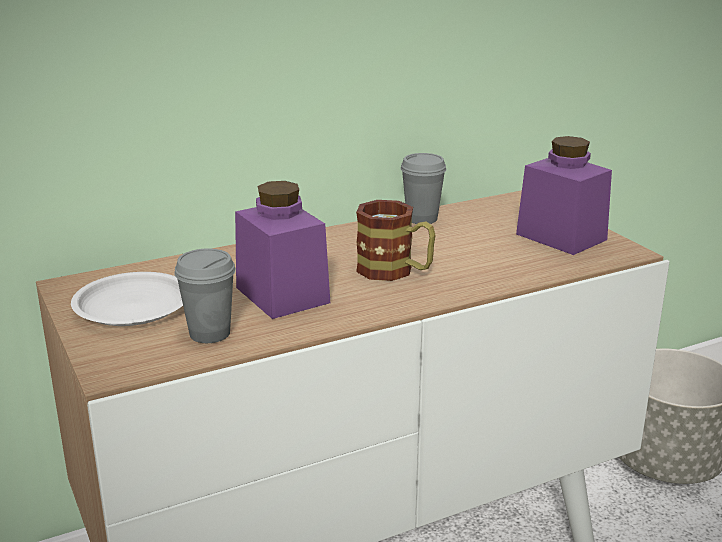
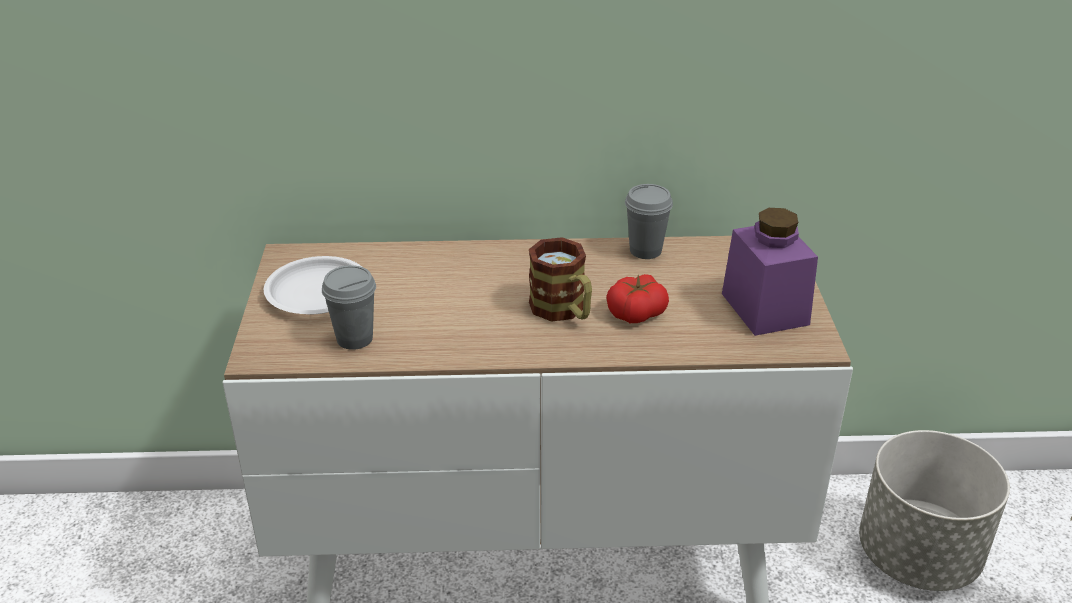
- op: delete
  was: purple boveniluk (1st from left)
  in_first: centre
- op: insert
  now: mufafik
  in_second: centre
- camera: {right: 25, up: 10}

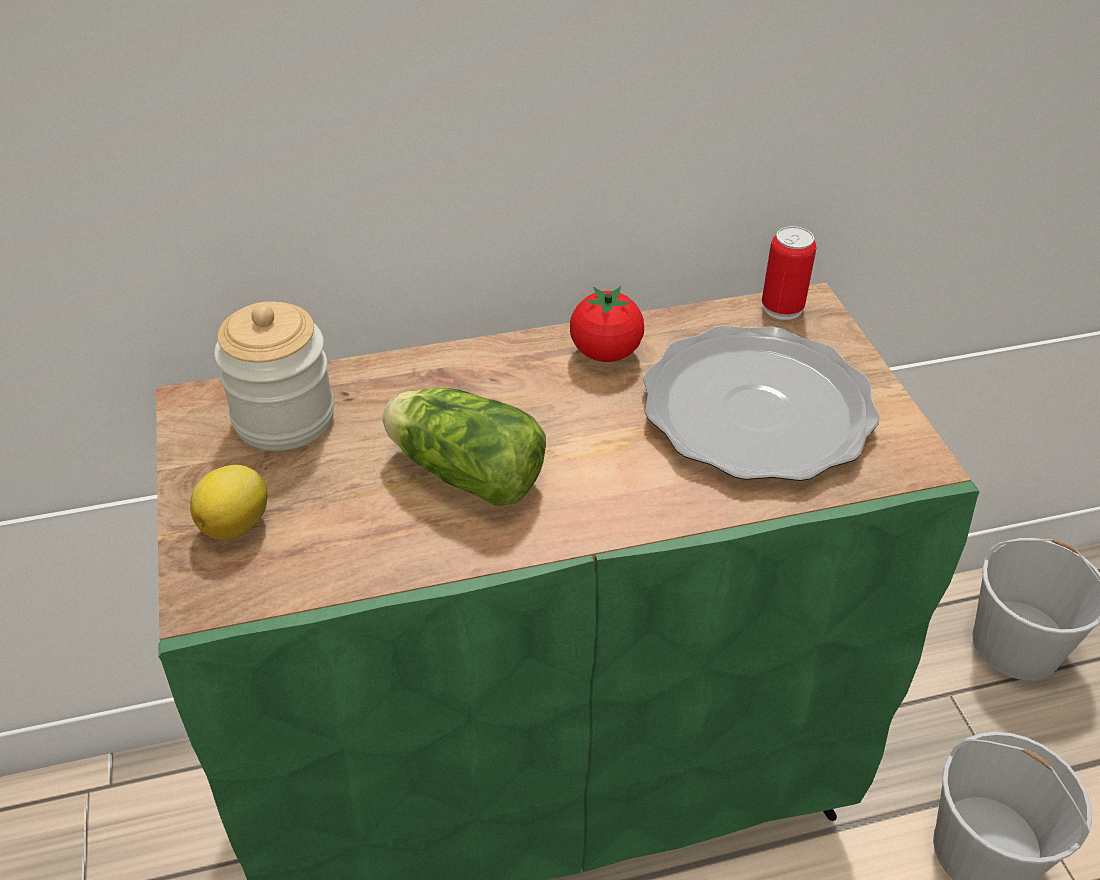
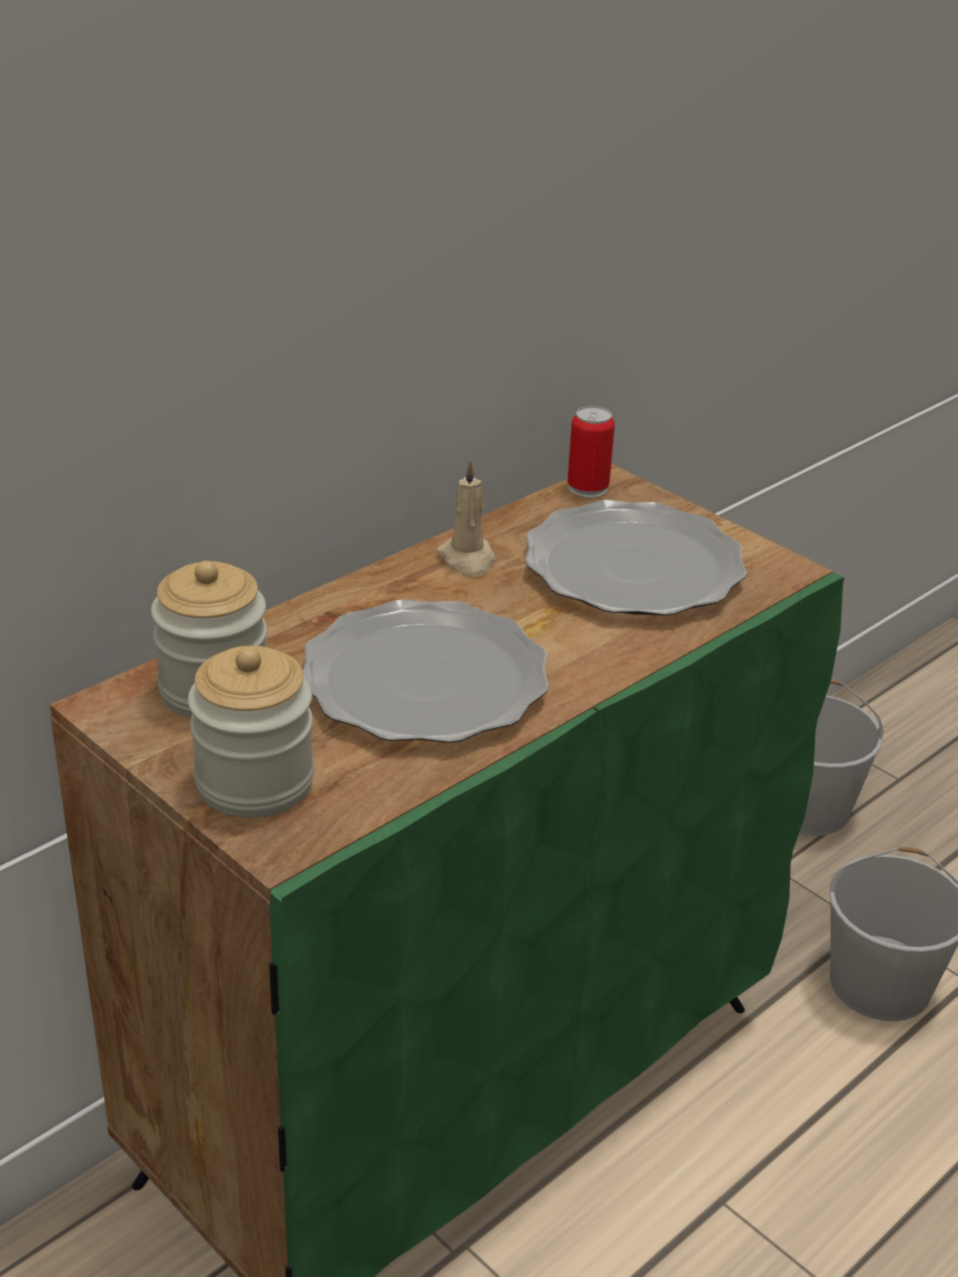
- op: replace
  was: mufafik
  now: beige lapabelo
  in_first: centre
  in_second: centre
- op: replace
  was: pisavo
  now: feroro (1st from left)
  in_first: centre
  in_second: centre
- op: replace
  was: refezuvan
  now: boveniluk (2nd from left)
  in_first: middle left
  in_second: middle left
- camera: {right: -30, up: -10}

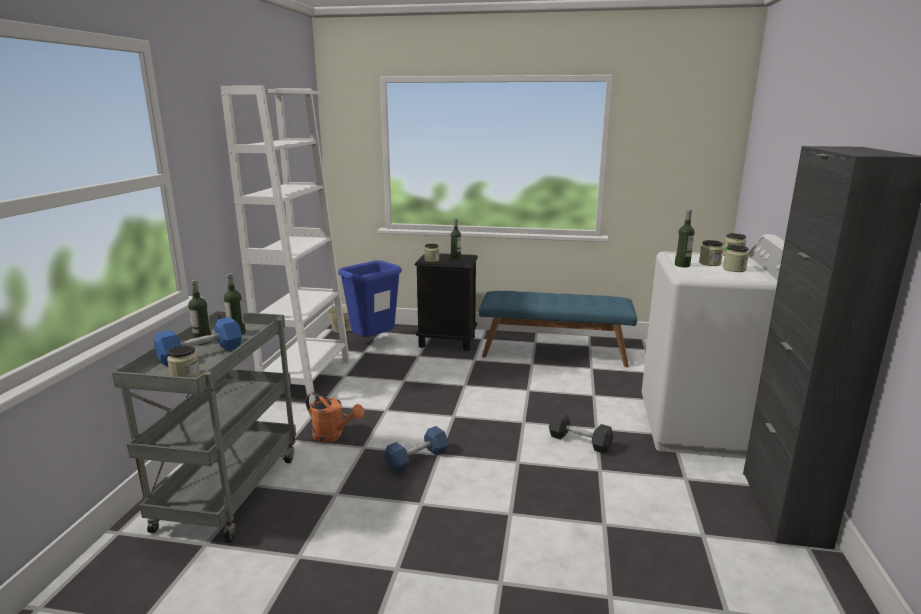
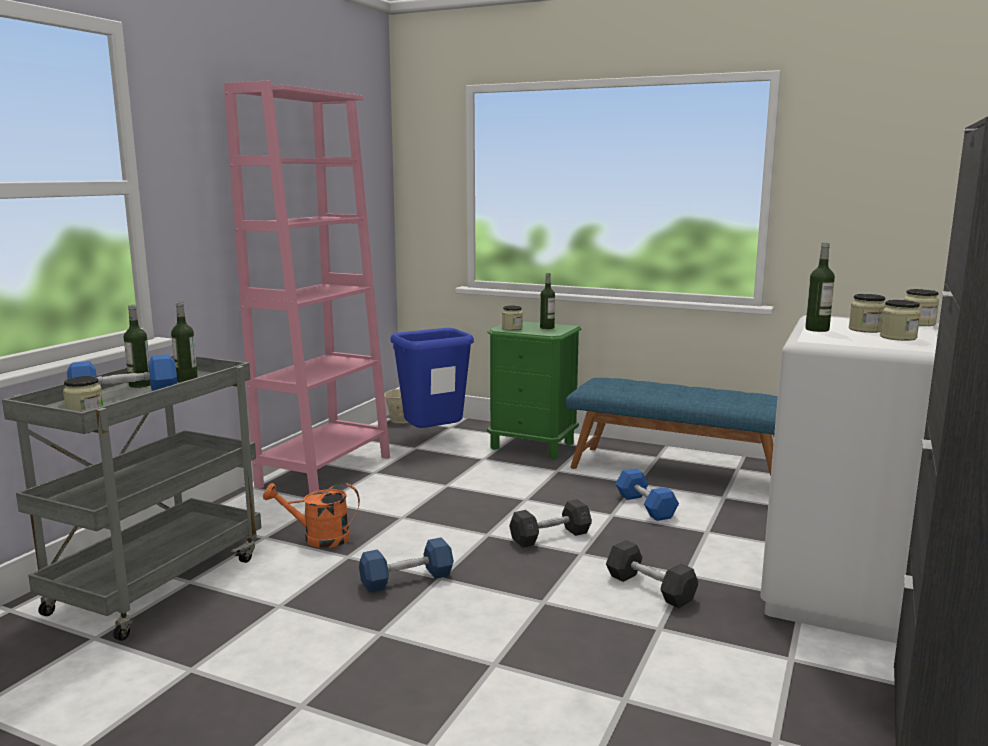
- op: recolor
  was: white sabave
  now: pink sabave
  in_first: middle left
  in_second: middle left
- op: recolor
  was: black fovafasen
  now: green fovafasen
  in_first: centre
  in_second: centre
- op: rotate
  was: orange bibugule
  in_first: bottom centre
  in_second: bottom left
  clockwise: 135
- op: insert
  now: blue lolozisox (3rd from left)
  in_second: centre
- op: insert
  now: grey lolozisox (1st from left)
  in_second: bottom centre
- camera: {right: 15, up: -5}

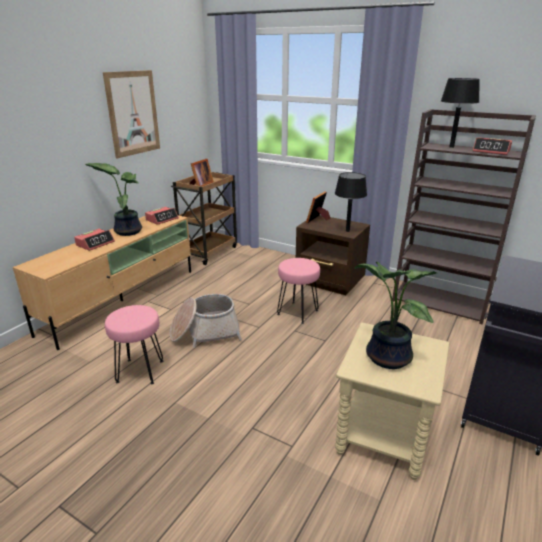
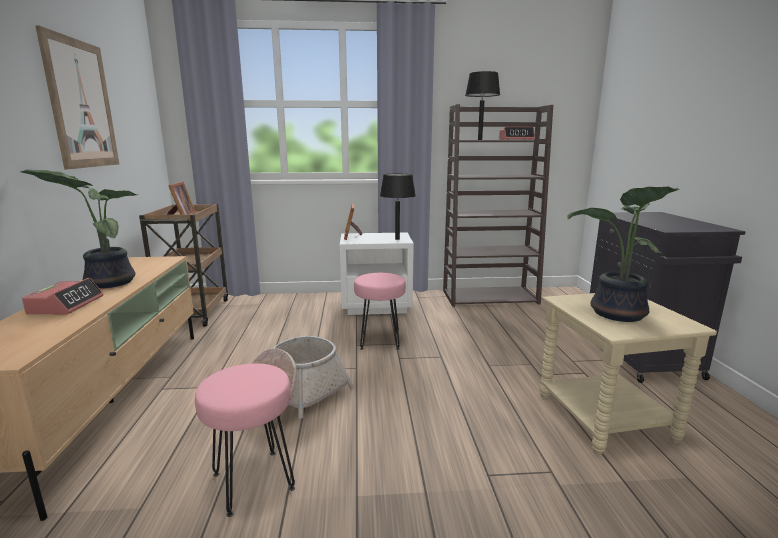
- op: delete
  was: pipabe (2nd from left)
  in_first: middle left
- op: recolor
  was: brown fovafasen
  now: white fovafasen
  in_first: centre
  in_second: centre
- camera: {right: -35, up: -10}

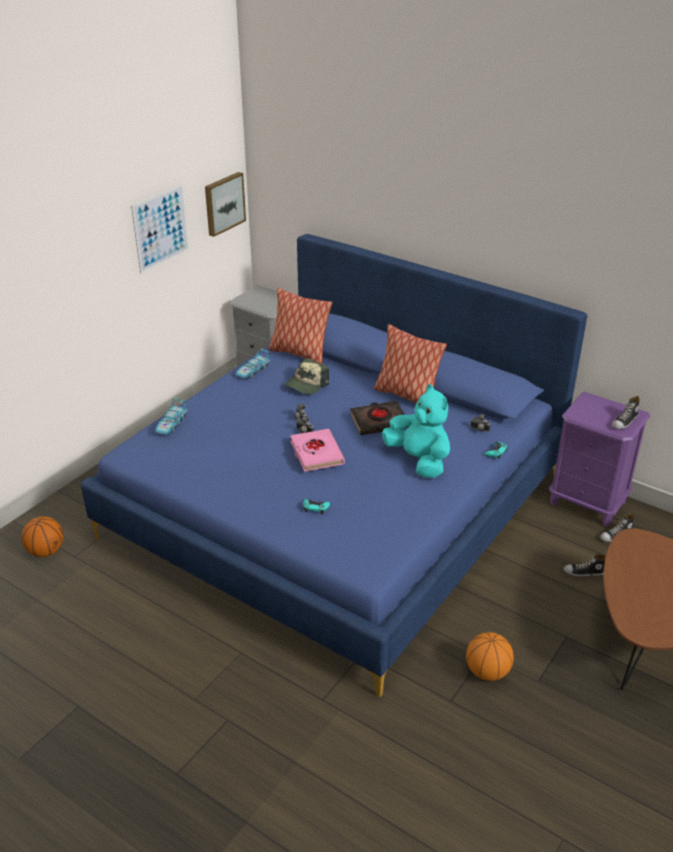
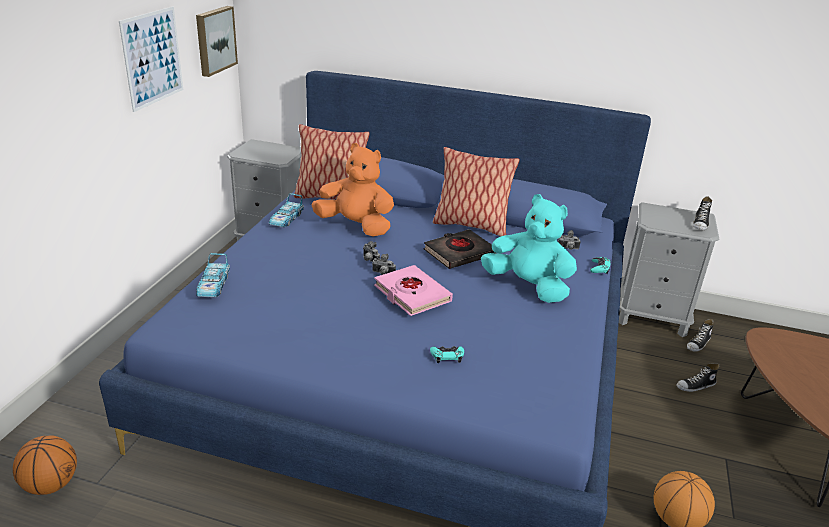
- op: replace
  was: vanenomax
  now: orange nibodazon
  in_first: centre
  in_second: centre
- op: recolor
  was: purple fovafasen
  now: grey fovafasen (2nd from left)
  in_first: middle right
  in_second: middle right
- camera: {right: -20, up: -5}

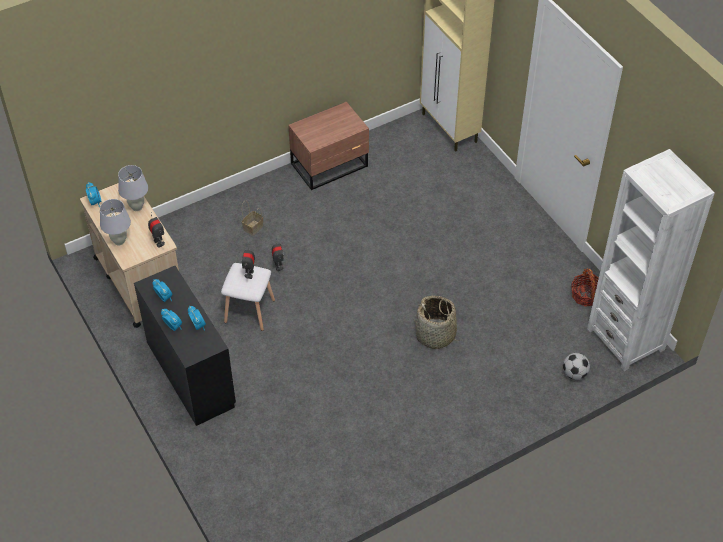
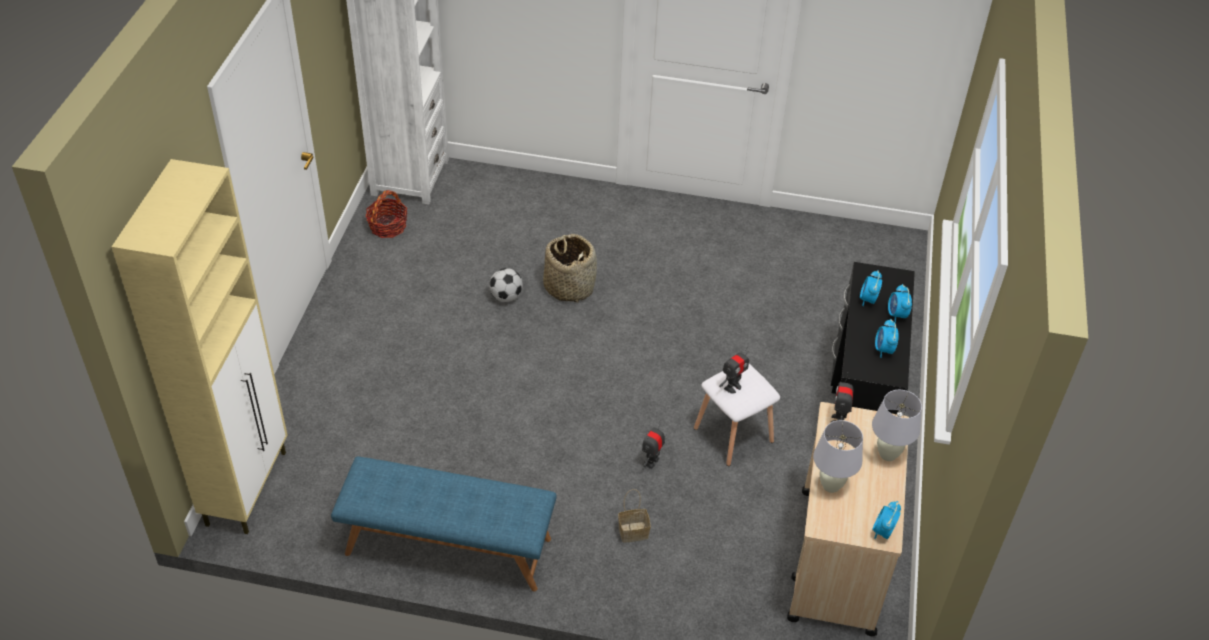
- op: replace
  was: brown fovafasen
  now: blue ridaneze
  in_first: top centre
  in_second: bottom centre
- op: move
  was: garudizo
  in_first: bottom right
  in_second: centre
- camera: {right: -140, up: -5}

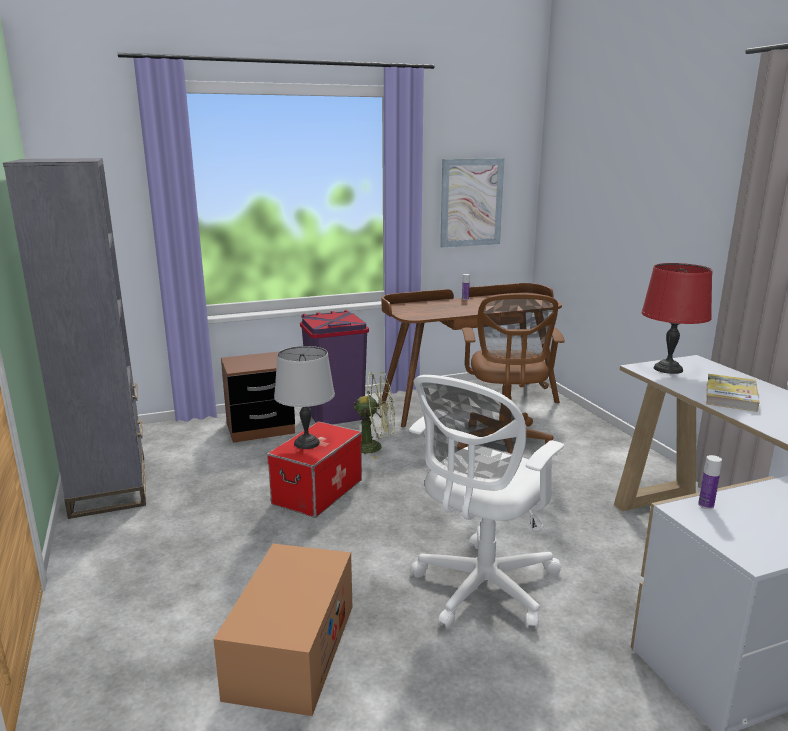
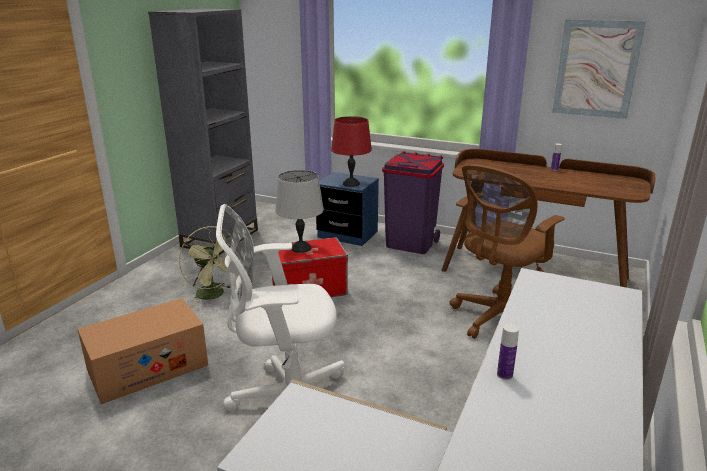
- op: move
  was: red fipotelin
  in_first: middle right
  in_second: top centre
- op: recolor
  was: brown fovafasen
  now: blue fovafasen
  in_first: middle left
  in_second: centre
- op: move
  was: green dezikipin
  in_first: centre
  in_second: middle left
- op: delete
  was: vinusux
  in_first: middle right
- op: move
  was: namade (2nd from left in the first image)
  now: namade (1st from left)
  in_first: middle right
  in_second: bottom right
- camera: {right: 45, up: 5}

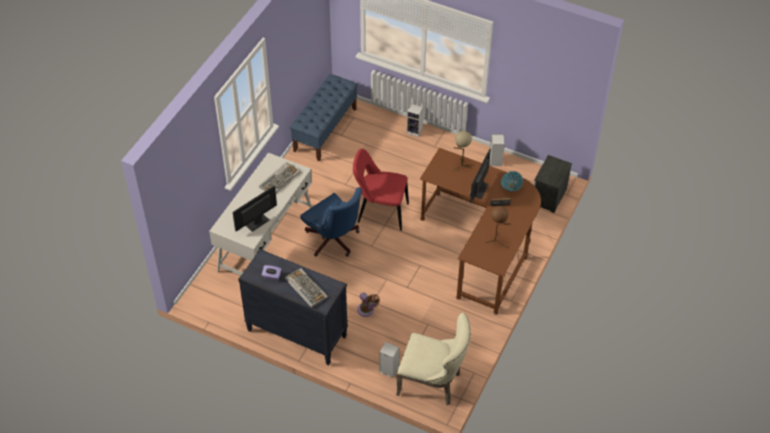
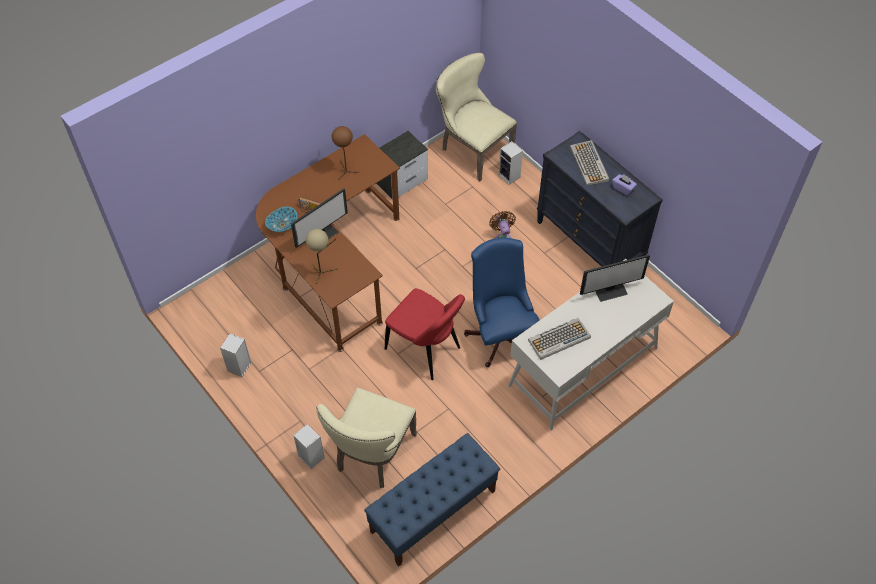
- op: move
  was: fovafasen
  in_first: middle right
  in_second: top centre
- op: insert
  now: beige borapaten (1st from left)
  in_second: bottom centre
- camera: {right: -155, up: 5}

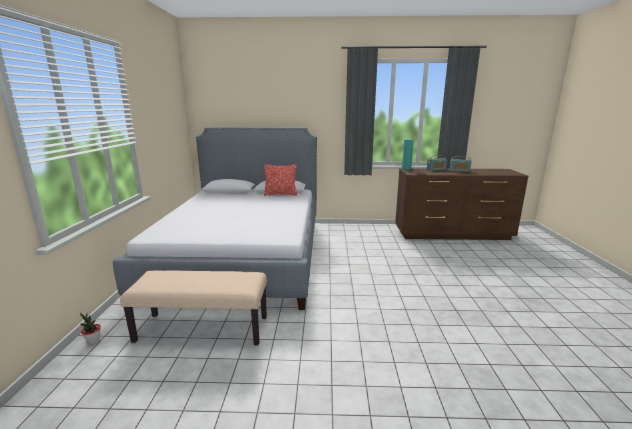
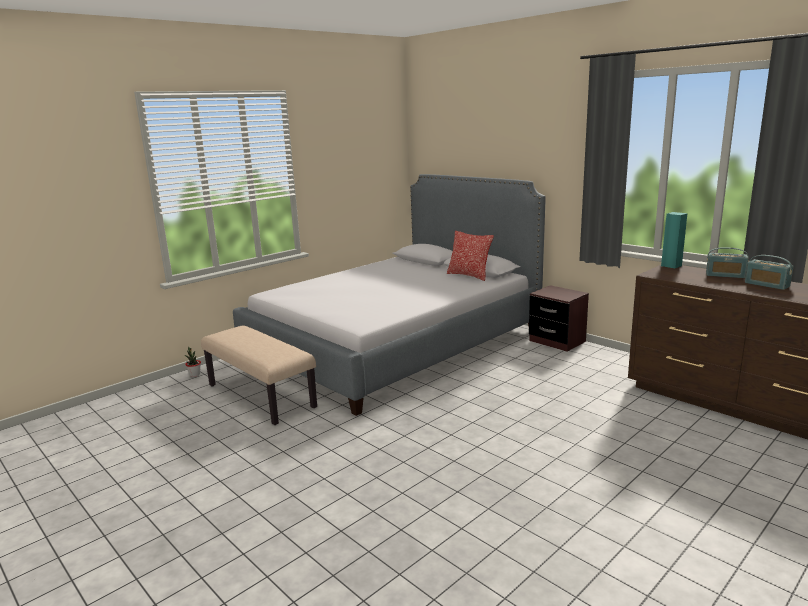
- op: insert
  now: brown fovafasen
  in_second: middle right
- camera: {right: 45, up: 0}

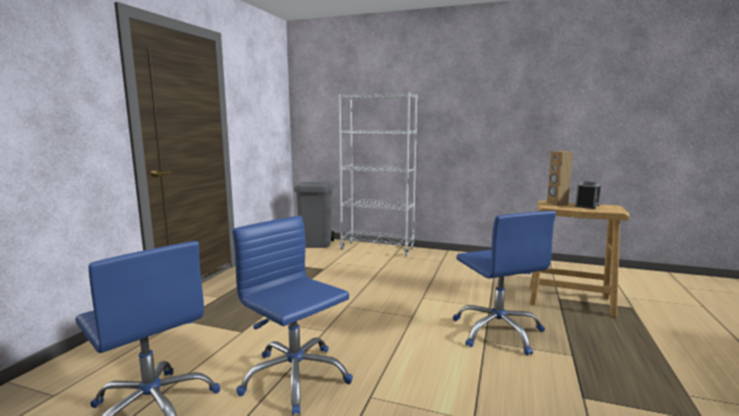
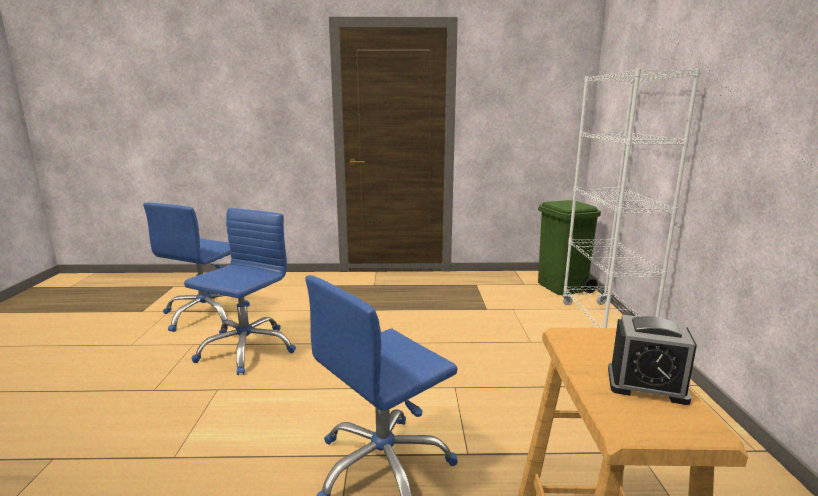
- op: delete
  was: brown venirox
  in_first: middle right
- op: recolor
  was: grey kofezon
  now: green kofezon
  in_first: centre
  in_second: middle right
- camera: {right: 70, up: 5}

